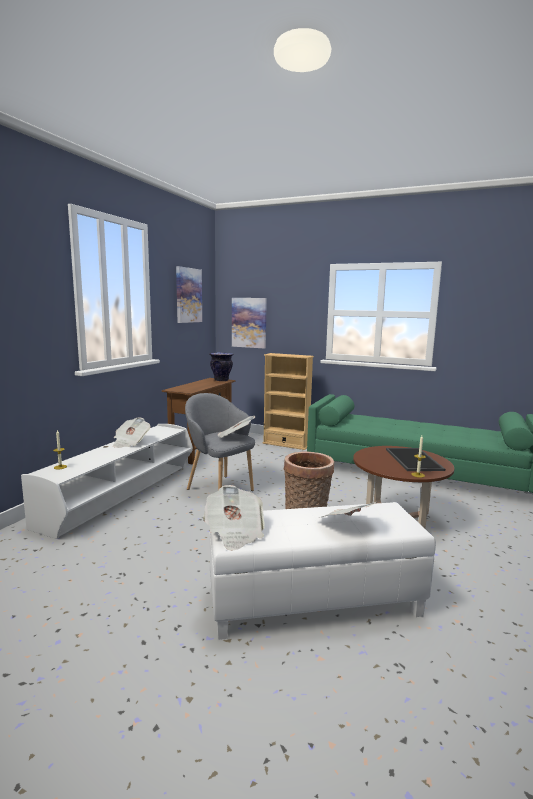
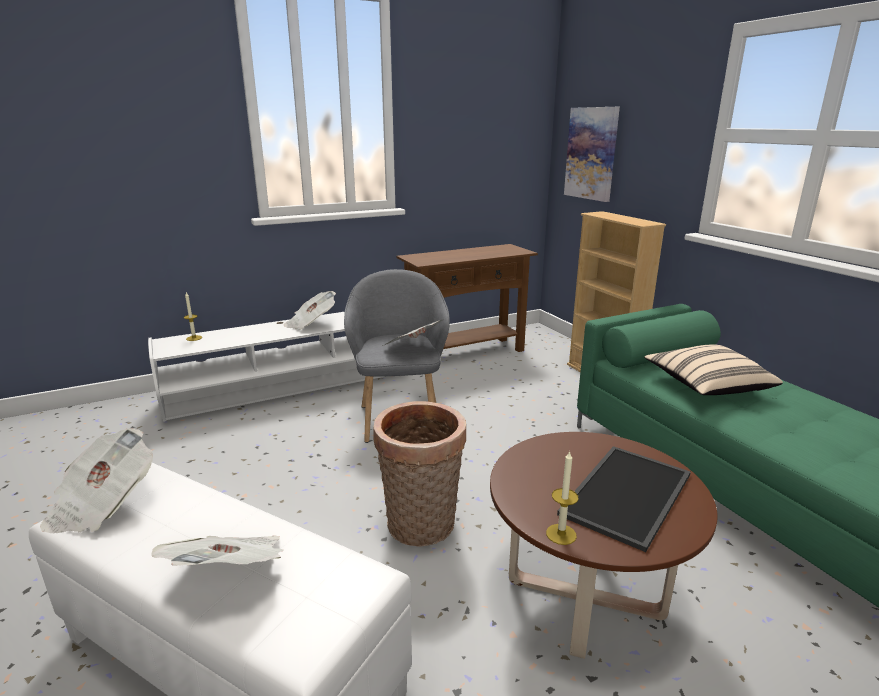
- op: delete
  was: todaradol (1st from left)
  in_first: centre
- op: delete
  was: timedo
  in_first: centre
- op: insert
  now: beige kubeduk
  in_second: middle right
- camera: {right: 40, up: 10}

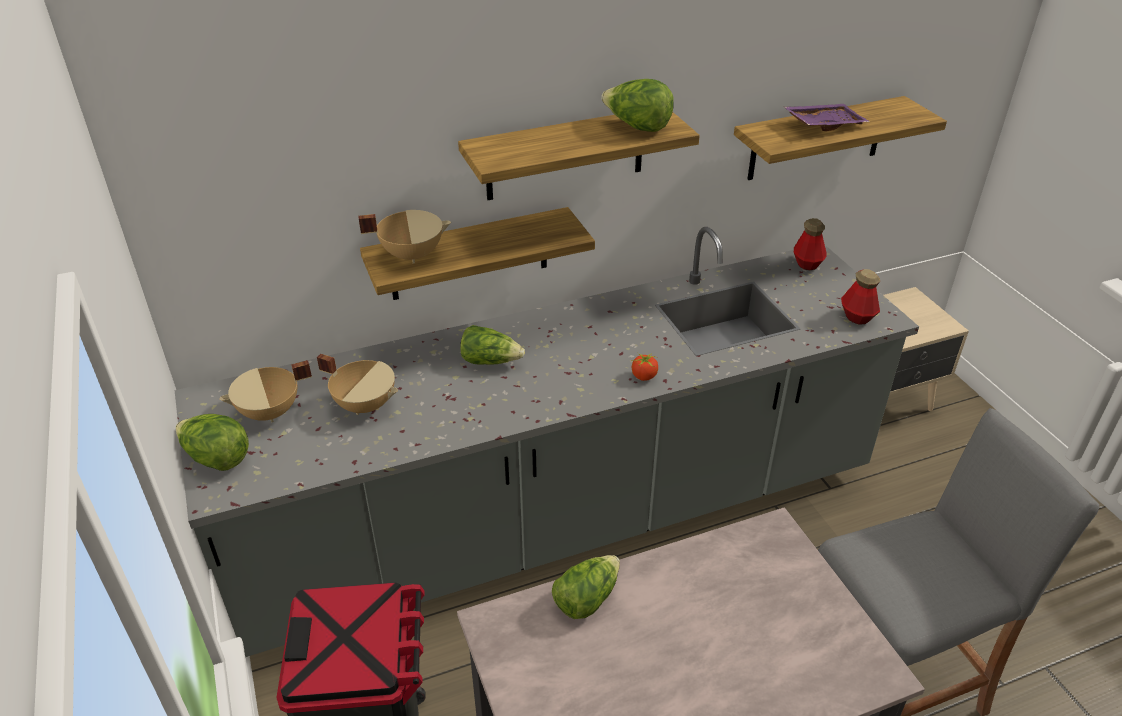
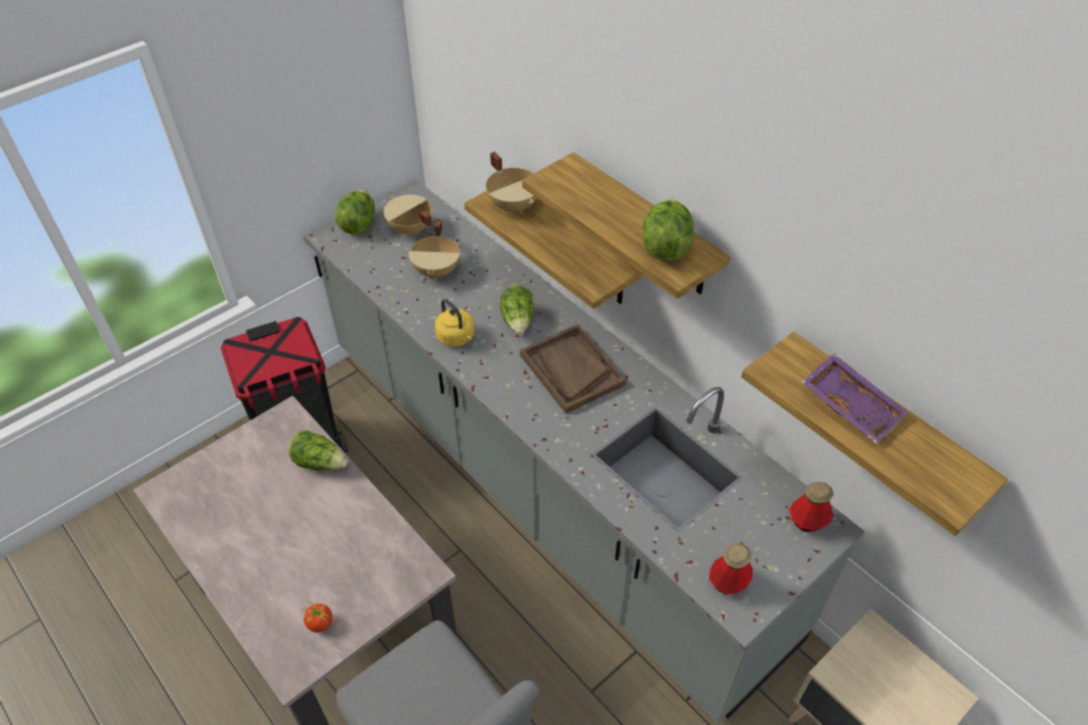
- op: move
  was: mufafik
  in_first: centre
  in_second: bottom left
- op: insert
  now: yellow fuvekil
  in_second: centre
- op: insert
  now: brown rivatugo
  in_second: centre
- camera: {right: 70, up: 10}

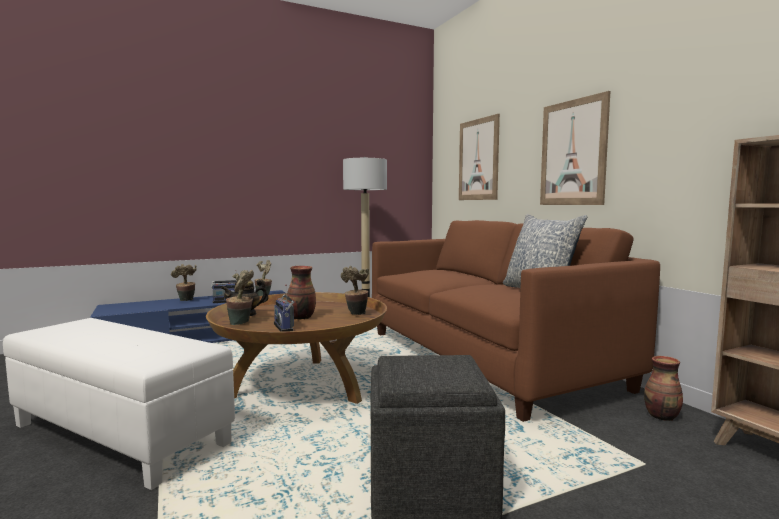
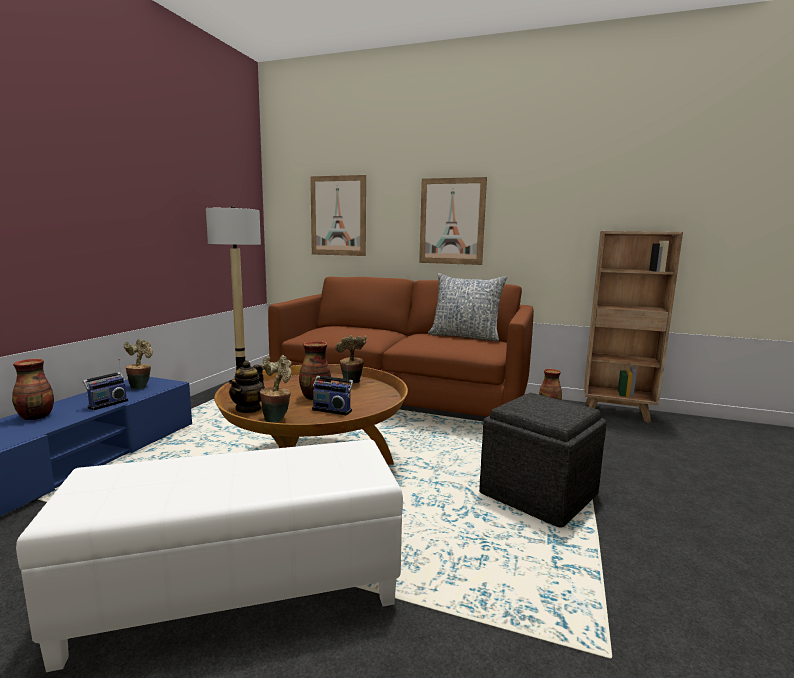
- op: replace
  was: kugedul (1st from left)
  now: timedo (1st from left)
  in_first: middle left
  in_second: middle left
- camera: {right: -45, up: 5}

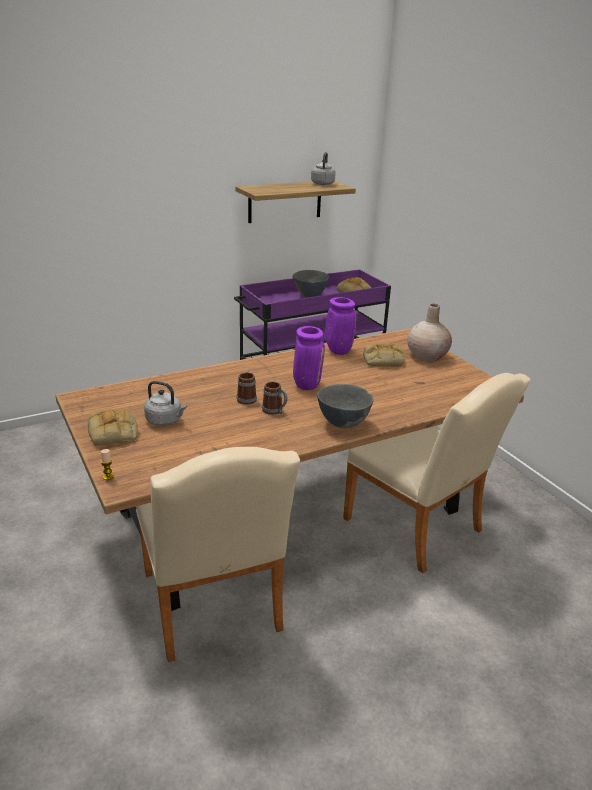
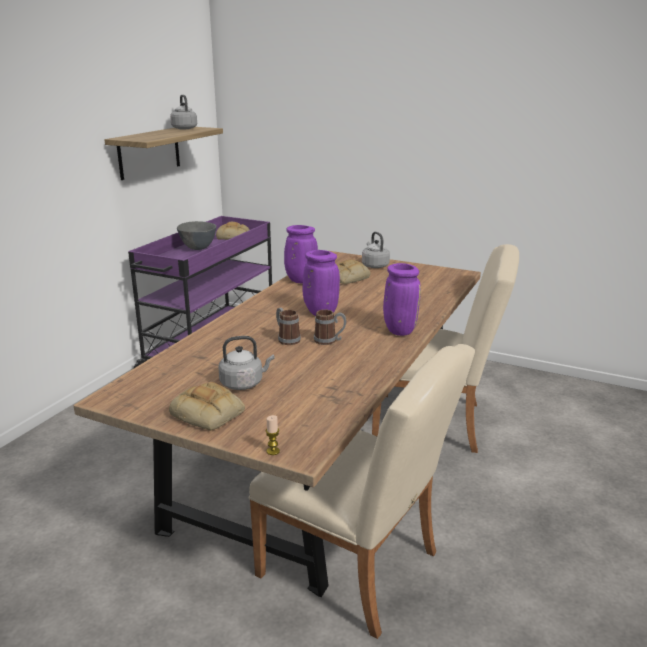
- op: replace
  was: beige timedo
  now: grey fuvekil (3rd from left)
  in_first: middle right
  in_second: centre
- op: replace
  was: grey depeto (2nd from left)
  now: purple timedo (3rd from left)
  in_first: centre
  in_second: centre
- camera: {right: -35, up: -5}

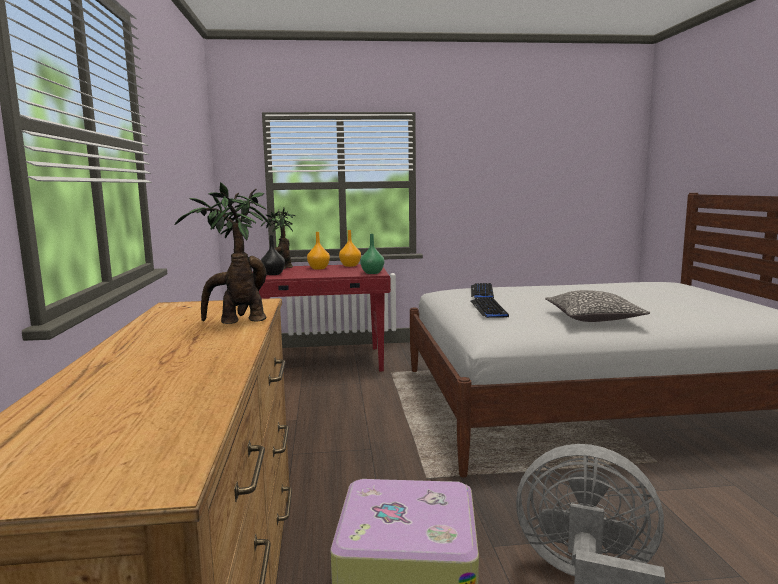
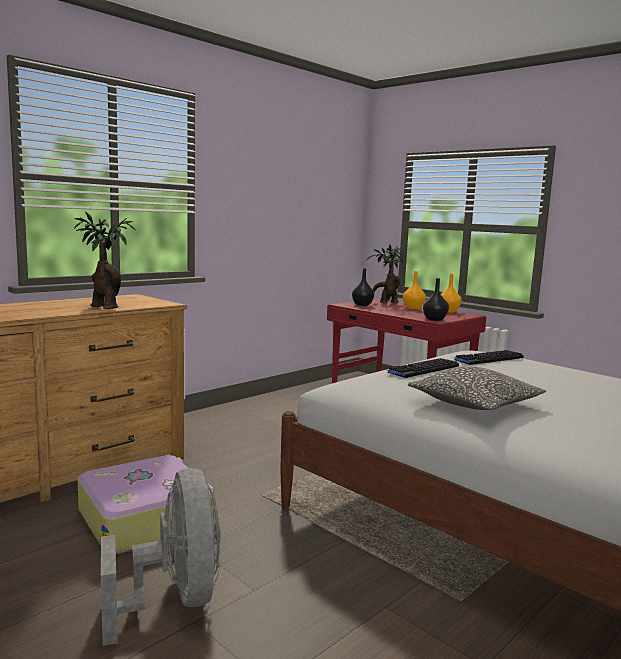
- op: recolor
  was: green timedo
  now: black timedo (2nd from left)
  in_first: centre
  in_second: middle right
- camera: {right: 50, up: 0}

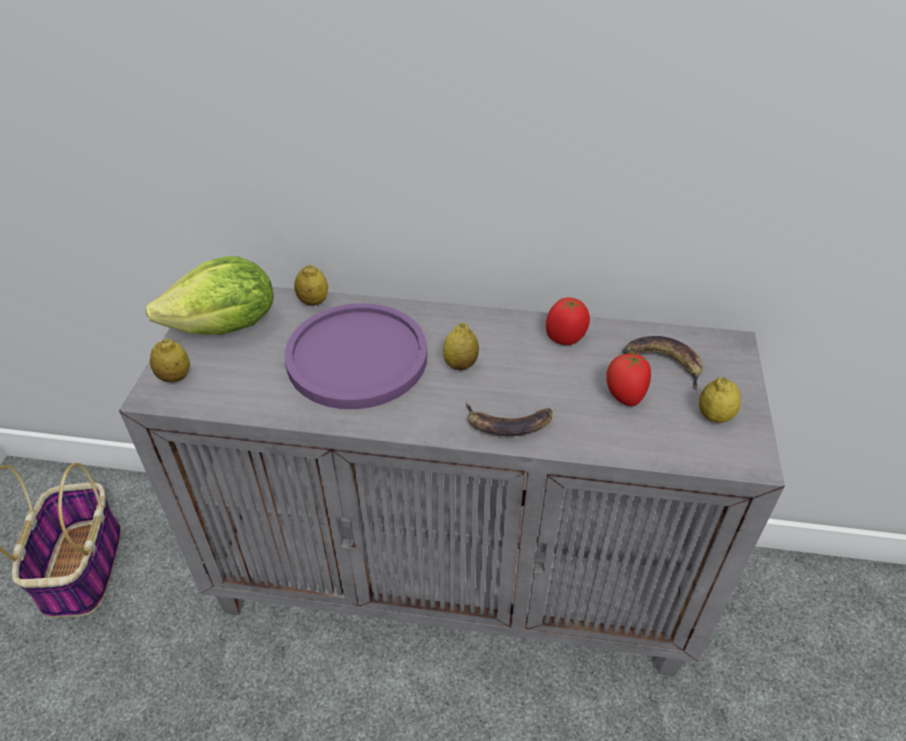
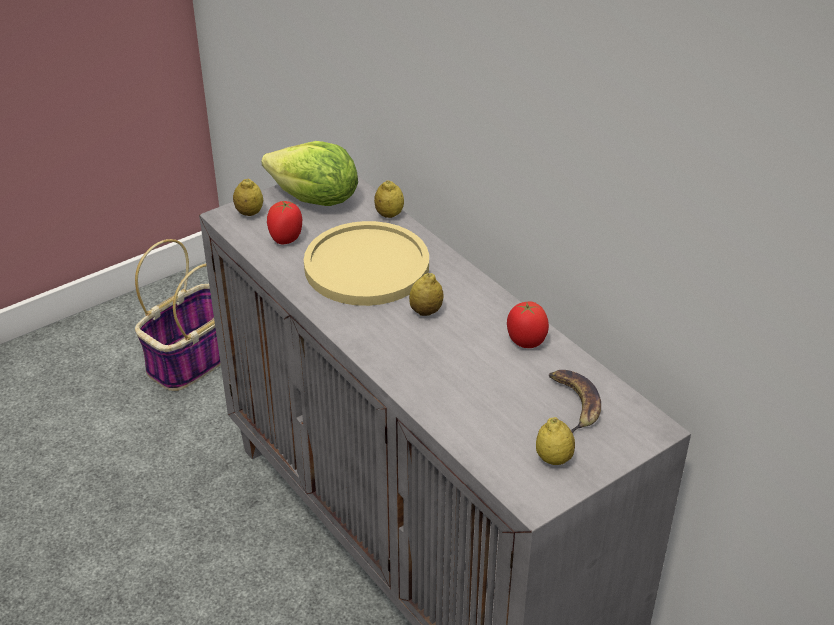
- op: recolor
  was: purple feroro
  now: yellow feroro
  in_first: centre
  in_second: centre
- op: move
  was: mufafik (2nd from left in the first image)
  now: mufafik (1st from left)
  in_first: middle right
  in_second: centre
- op: delete
  was: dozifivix (1st from left)
  in_first: centre
- camera: {right: 45, up: -5}

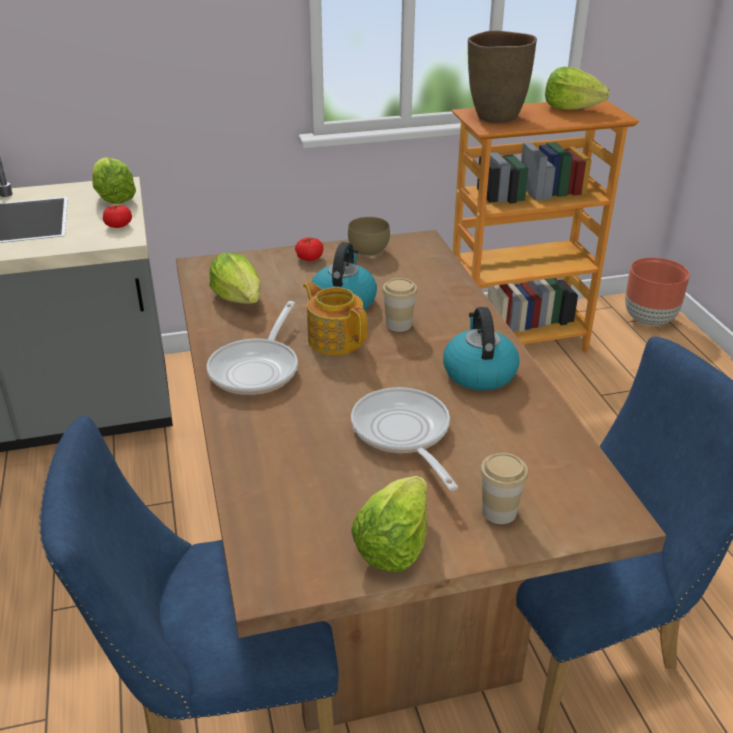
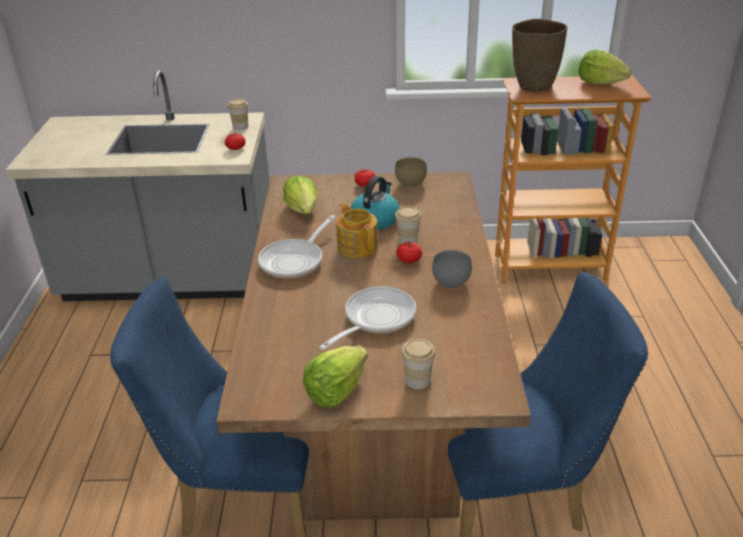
- op: replace
  was: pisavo (1st from left)
  now: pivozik (1st from left)
  in_first: top left
  in_second: top left
- op: delete
  was: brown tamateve
  in_first: middle right
- op: replace
  was: fuvekil (2nd from left)
  now: grey depeto
  in_first: centre
  in_second: centre
- op: rotate
  was: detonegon (2nd from left)
  in_first: centre
  in_second: centre
  clockwise: 45
- op: insert
  now: mufafik (3rd from left)
  in_second: centre
- camera: {right: 15, up: 0}

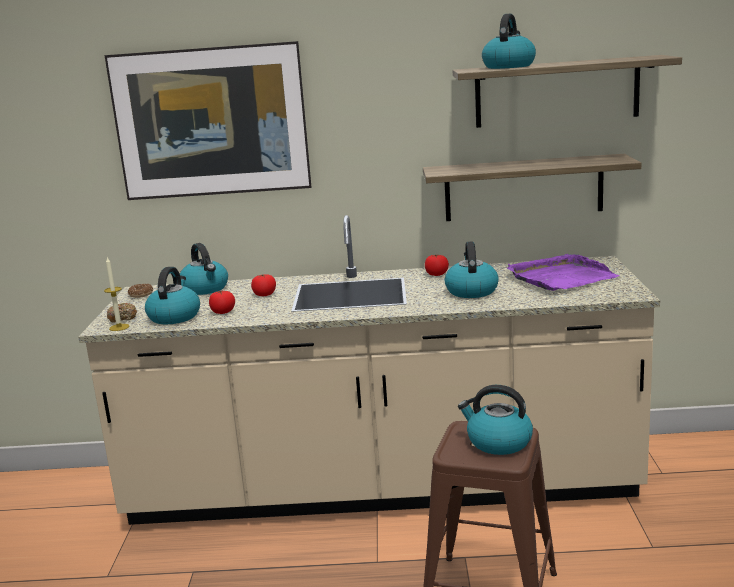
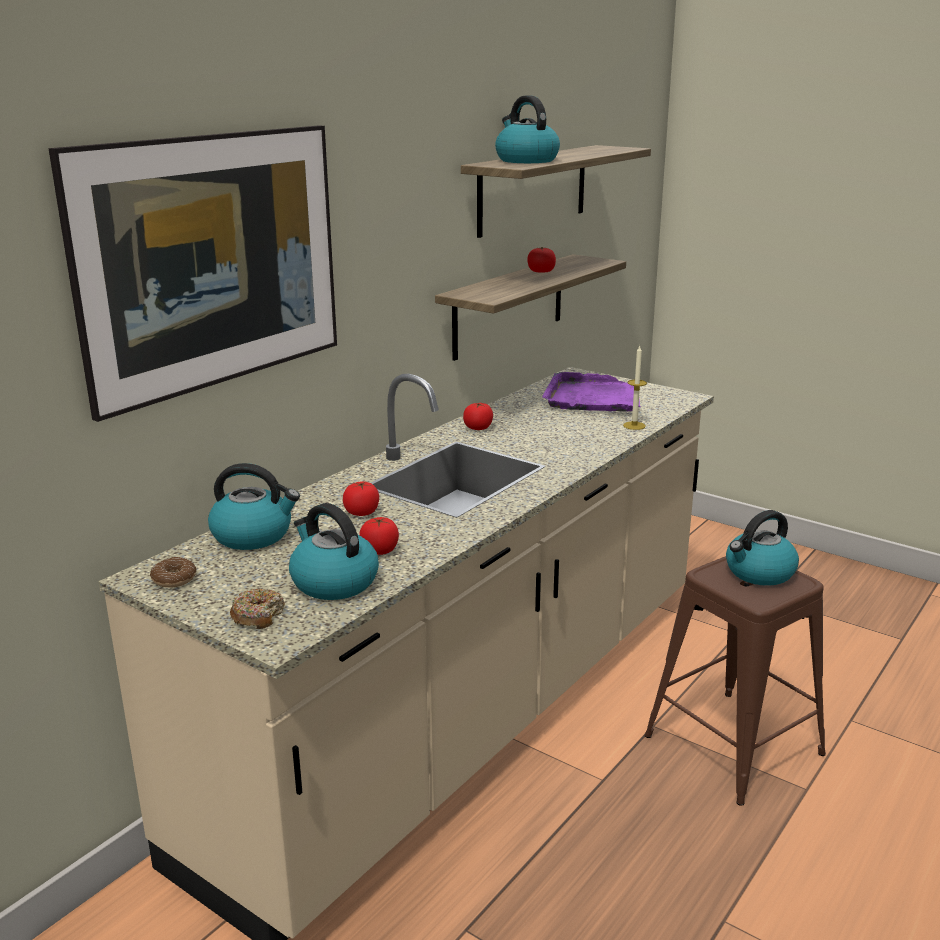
- op: delete
  was: fuvekil (3rd from left)
  in_first: centre
- op: move
  was: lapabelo
  in_first: middle left
  in_second: middle right
- op: insert
  now: mufafik (4th from left)
  in_second: top centre
- camera: {right: -55, up: 5}

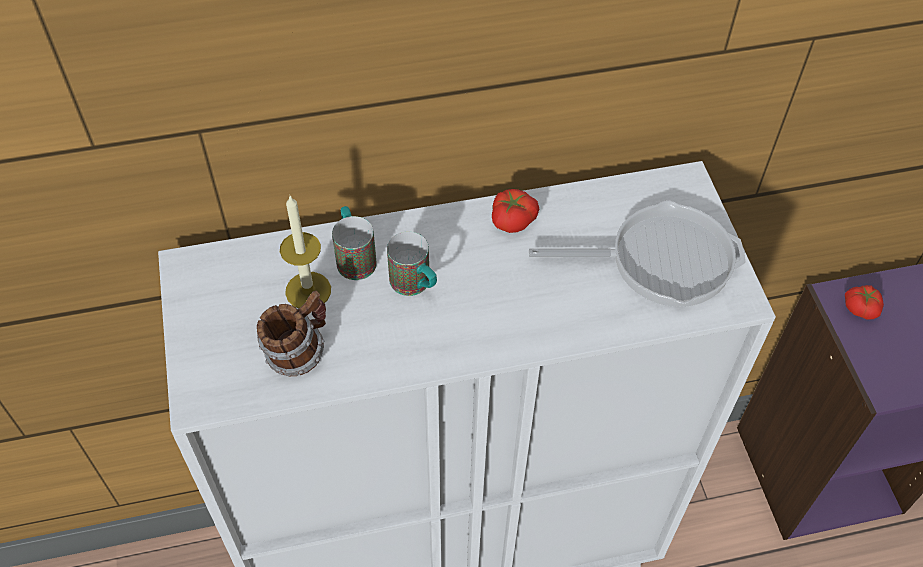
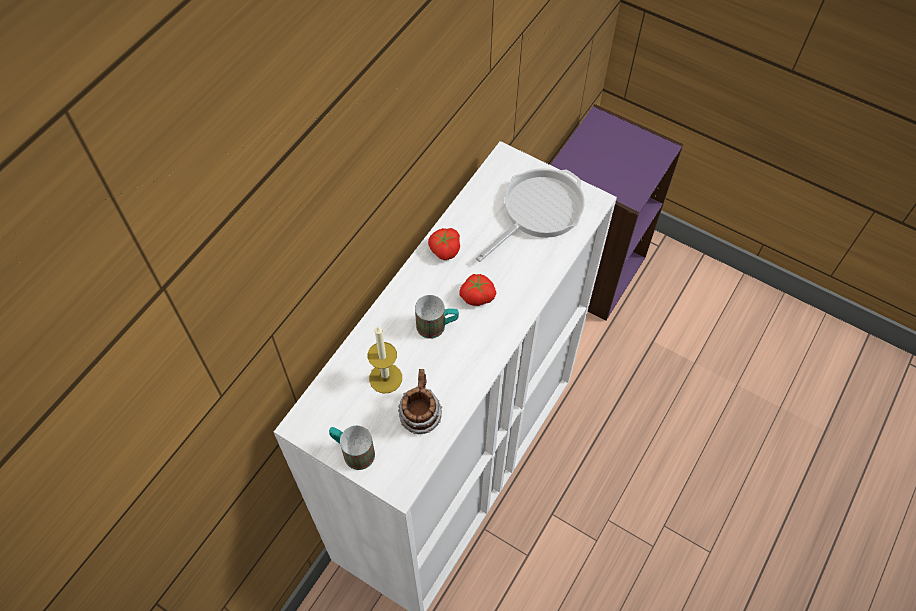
- op: move
  was: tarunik (2nd from left in the first image)
  now: tarunik (1st from left)
  in_first: centre
  in_second: bottom centre
- op: move
  was: mufafik (2nd from left)
  in_first: middle right
  in_second: centre
- camera: {right: -45, up: 5}

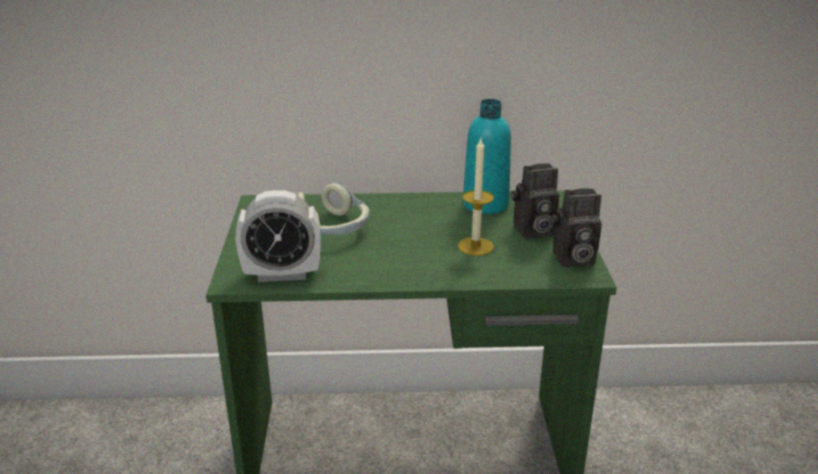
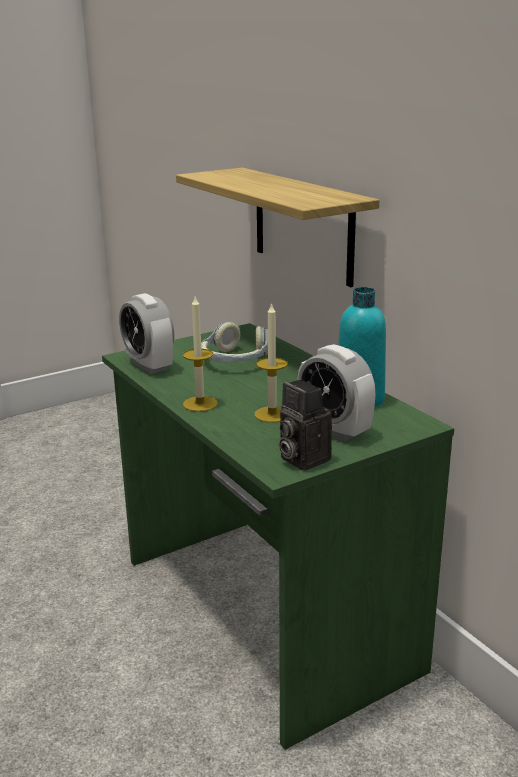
- op: replace
  was: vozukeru (1st from left)
  now: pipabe (2nd from left)
  in_first: centre
  in_second: centre
- op: insert
  now: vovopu
  in_second: top centre
- op: insert
  now: lapabelo (1st from left)
  in_second: centre
- camera: {right: 60, up: -5}

